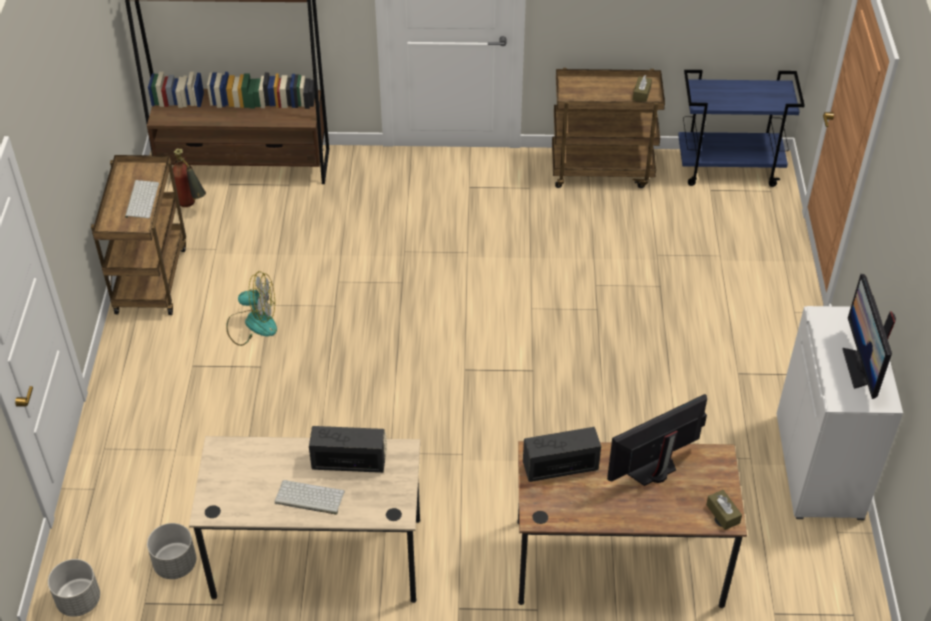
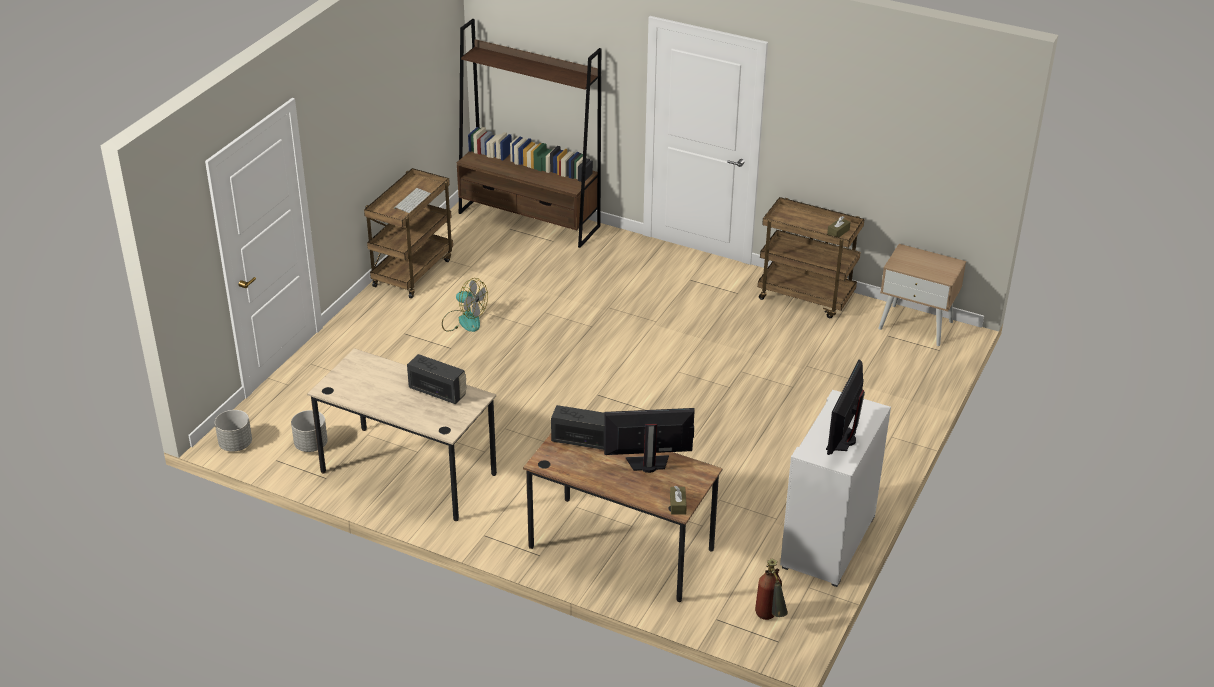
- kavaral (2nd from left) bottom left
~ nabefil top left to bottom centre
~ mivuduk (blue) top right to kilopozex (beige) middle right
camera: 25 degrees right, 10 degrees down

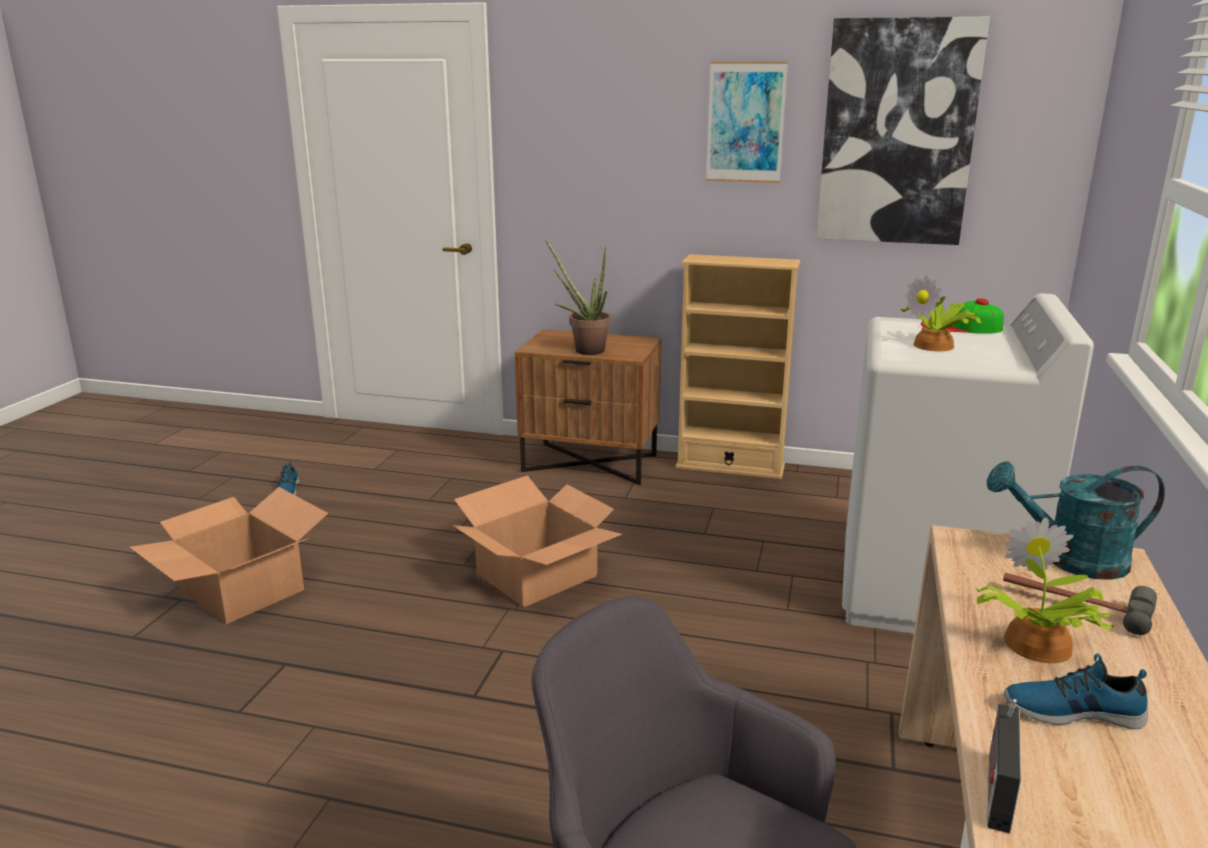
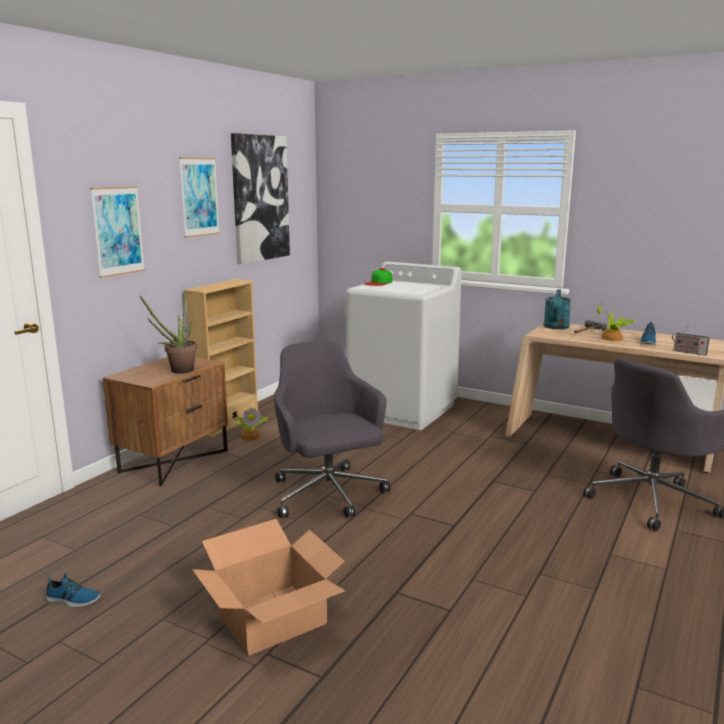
+ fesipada (1st from left) top left
~ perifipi (2nd from left) middle right to centre
~ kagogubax (2nd from left) centre to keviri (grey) (1st from left) centre
camera: 75 degrees left, 5 degrees down

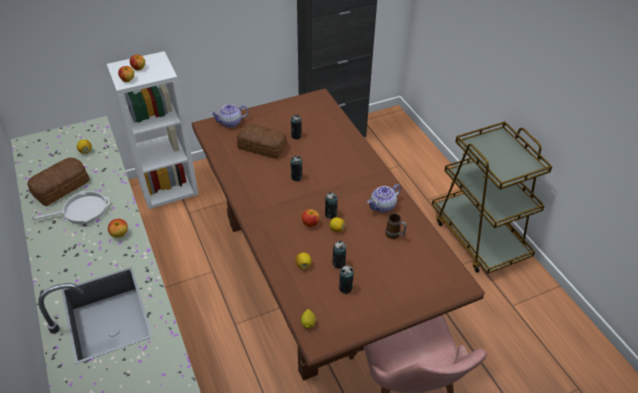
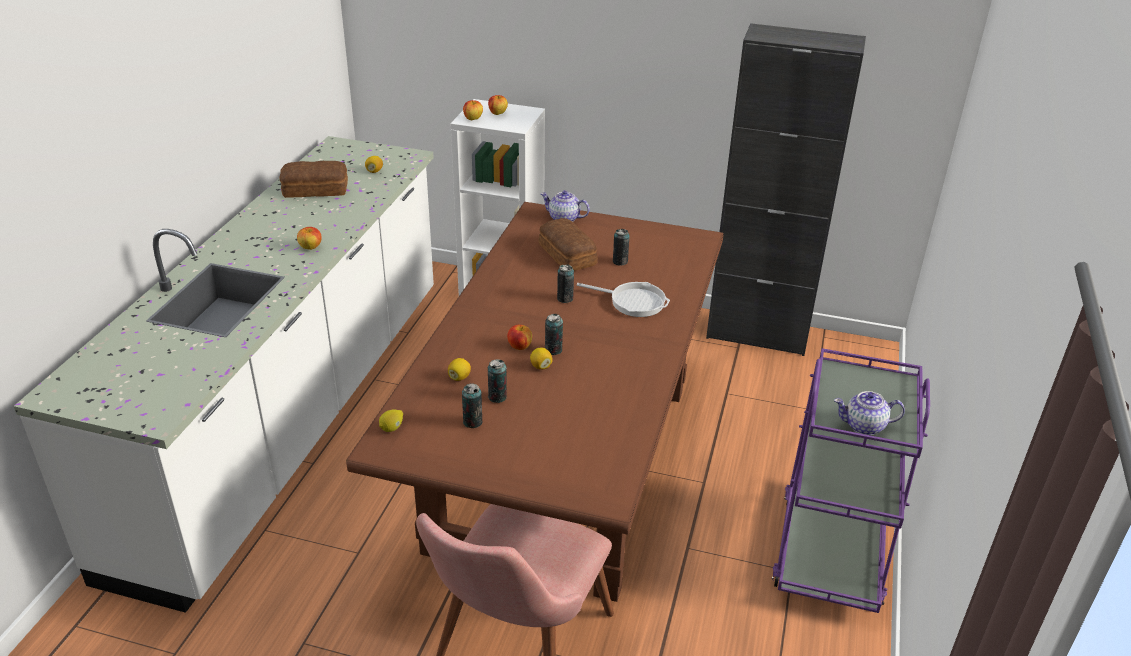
- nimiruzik centre
~ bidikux middle left to centre
~ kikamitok (2nd from left) centre to middle right
~ mivuduk (brown) middle right to mivuduk (purple) bottom right
camera: 40 degrees right, 10 degrees down

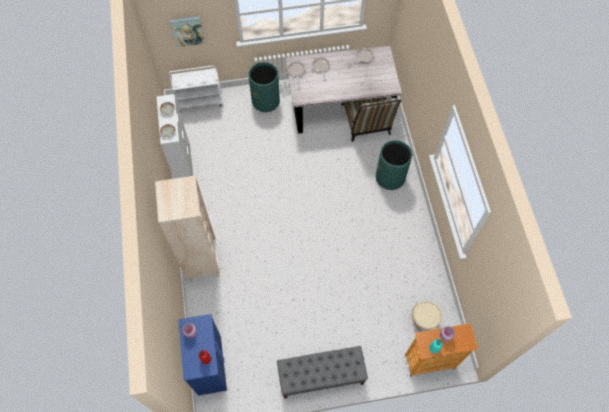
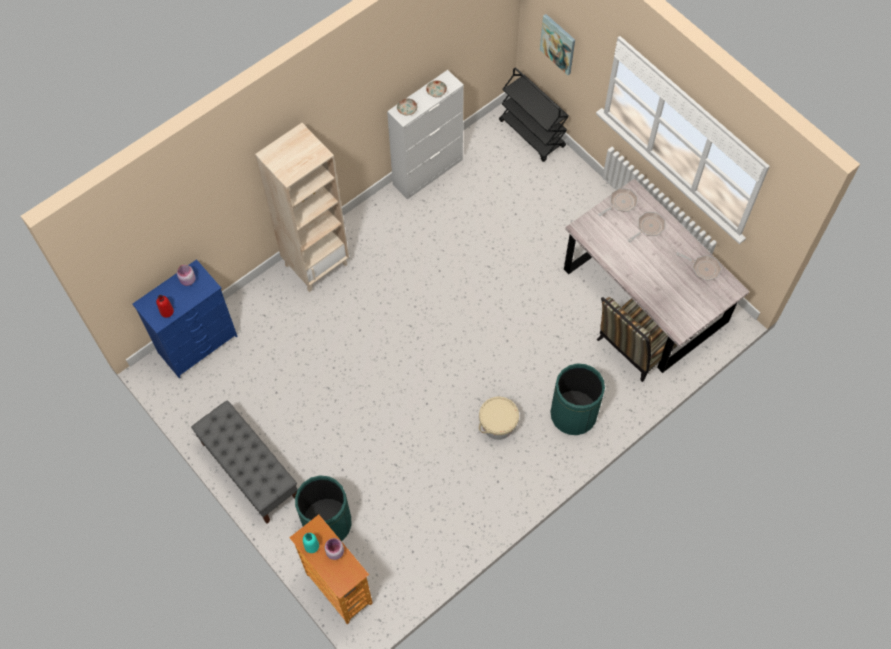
~ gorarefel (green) (1st from left) top centre to bottom centre
~ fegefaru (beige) bottom right to centre
~ mivuduk (white) top left to mivuduk (black) top centre
camera: 60 degrees right, 0 degrees up

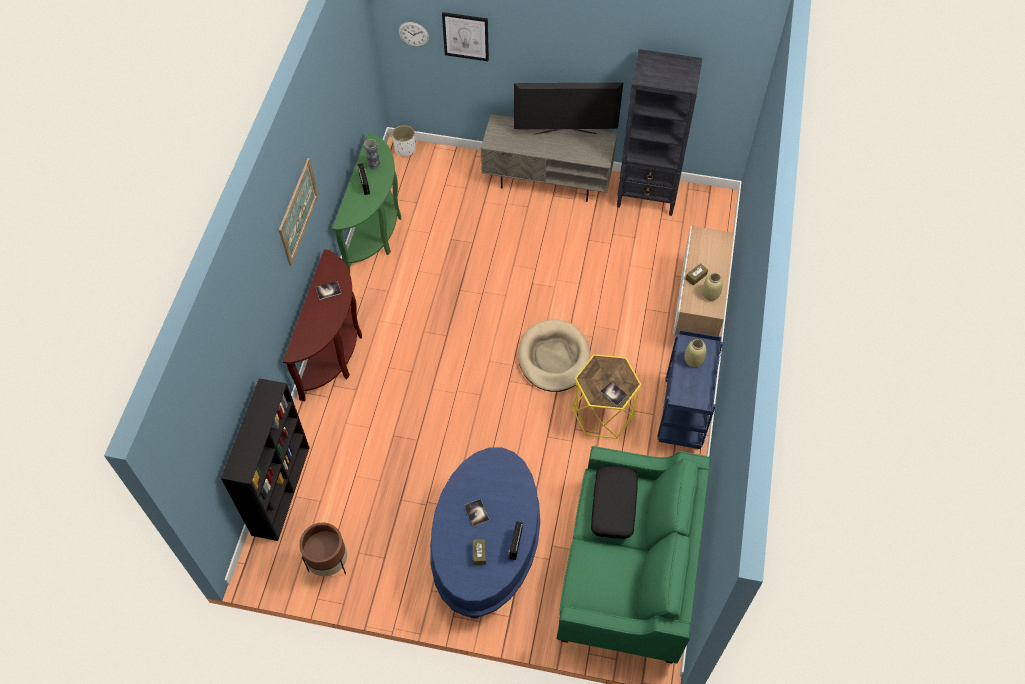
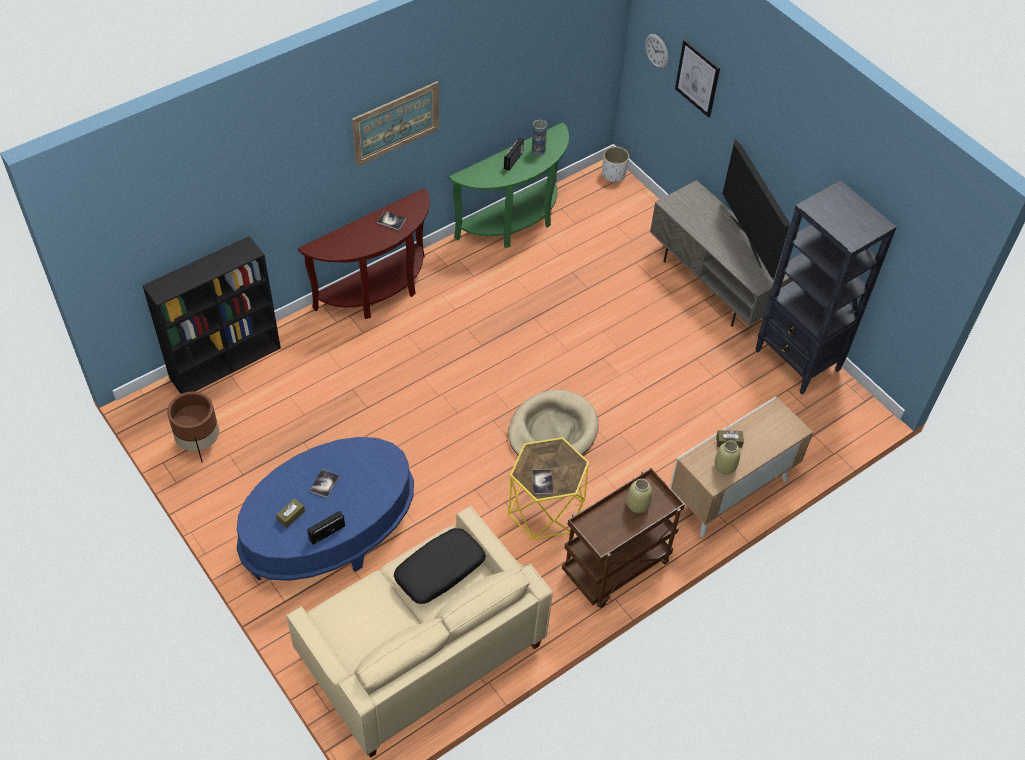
~ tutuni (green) bottom centre to tutuni (beige) bottom centre
~ mivuduk (blue) middle right to mivuduk (brown) bottom centre
~ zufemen top centre = top right 150 degrees counterclockwise
camera: 40 degrees right, 5 degrees down

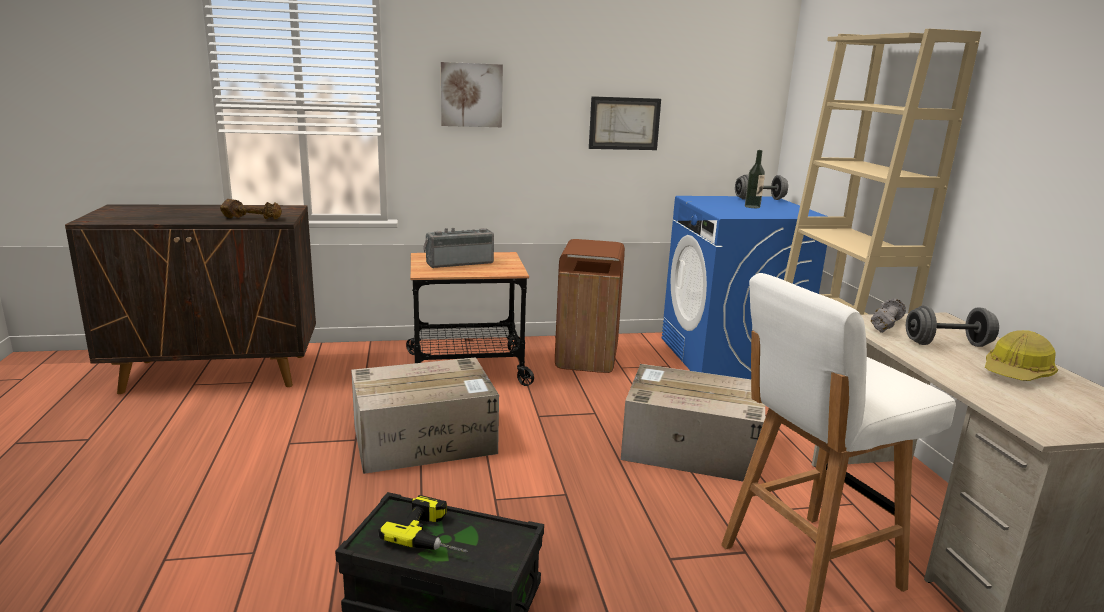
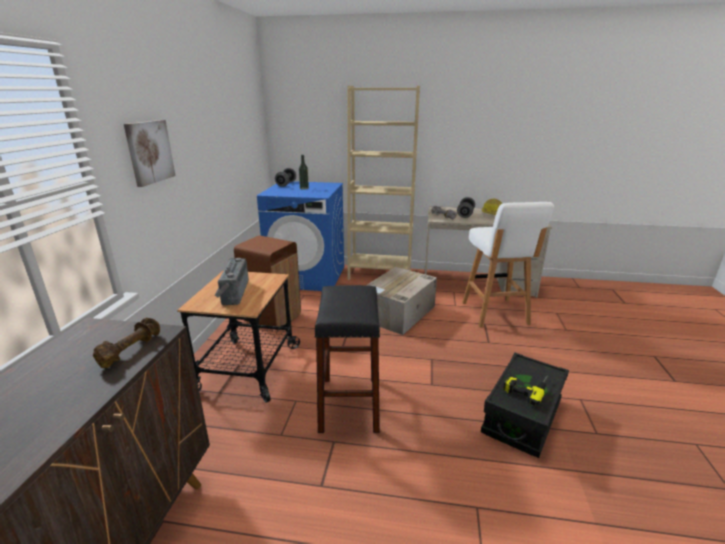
- fesipada (2nd from left) top centre
~ kagogubax (1st from left) bottom centre to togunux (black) centre
camera: 70 degrees left, 5 degrees up

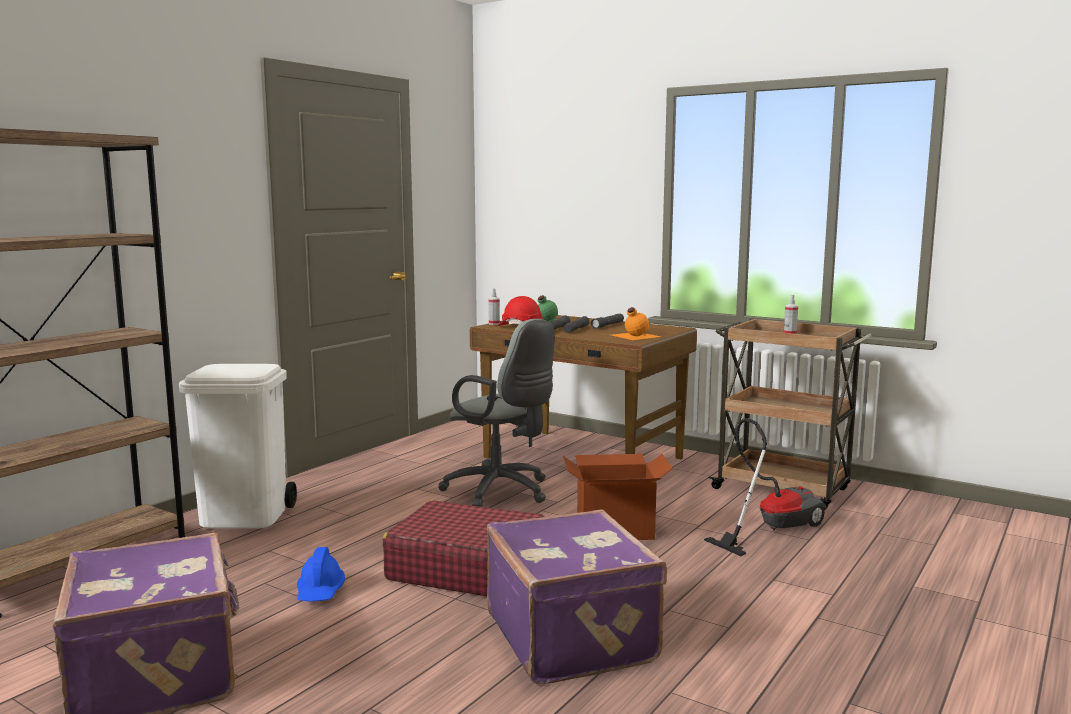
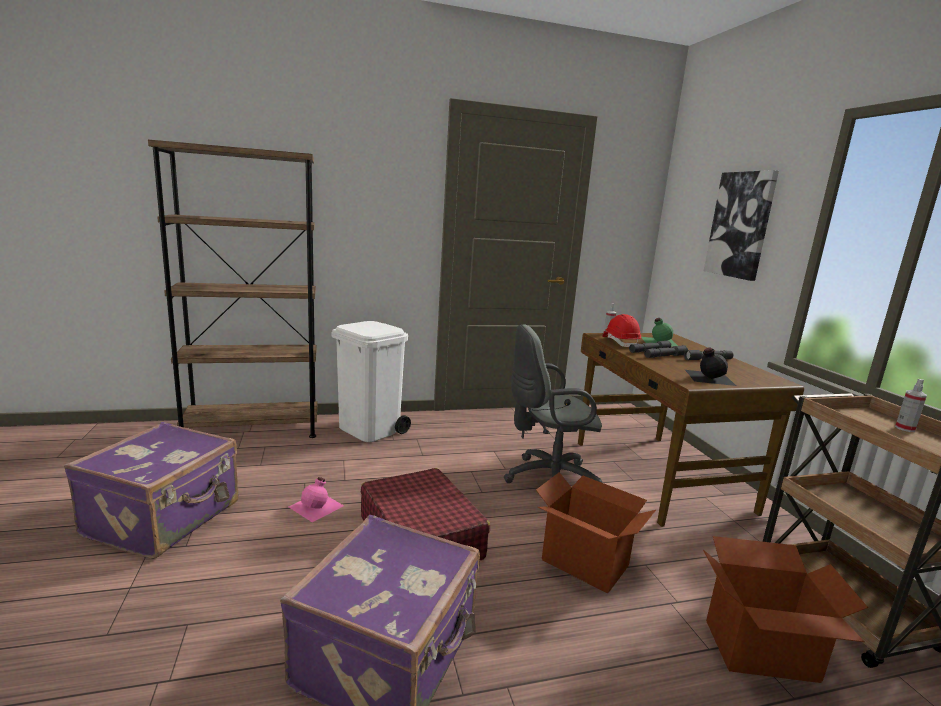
+ fesipada top right
~ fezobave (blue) bottom left to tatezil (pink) bottom centre
~ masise bottom right to kagogubax (2nd from left) bottom right
~ tatezil (orange) centre to tatezil (black) middle right
~ keviri (grey) centre = centre 90 degrees clockwise
camera: 40 degrees right, 5 degrees up

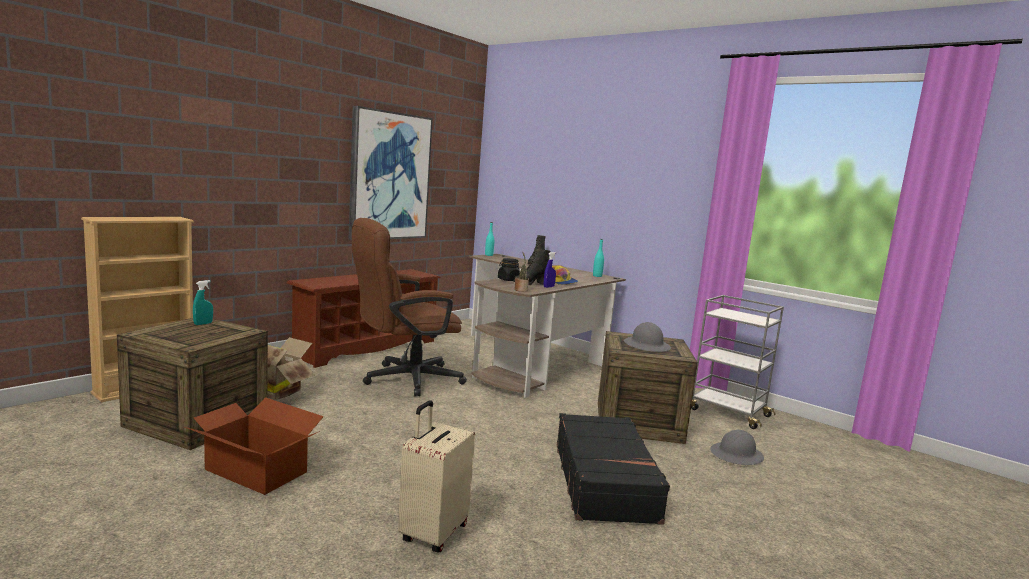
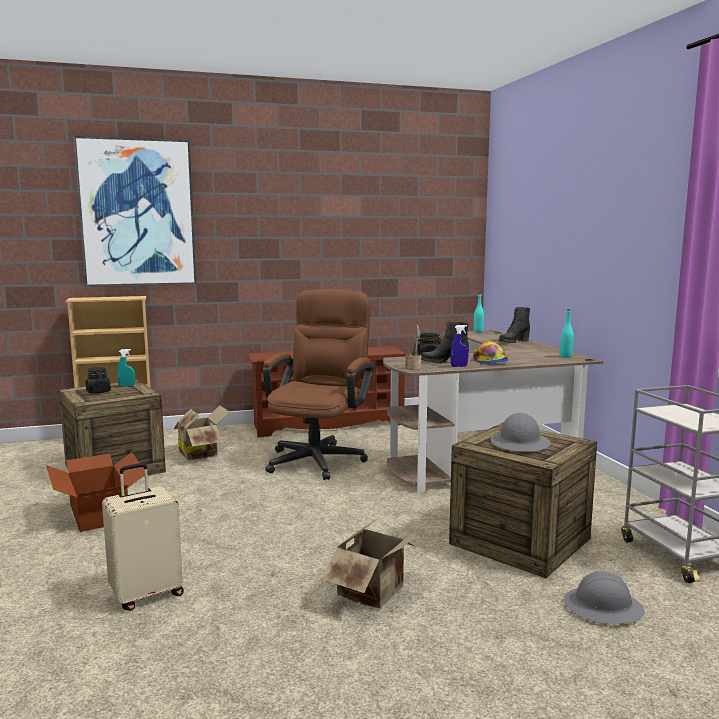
+ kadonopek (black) (1st from left) middle left
~ fesipada top centre to top left
~ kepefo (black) bottom centre to kagogubax (3rd from left) bottom centre
~ keviri (brown) centre = centre 105 degrees clockwise
camera: 35 degrees right, 0 degrees up

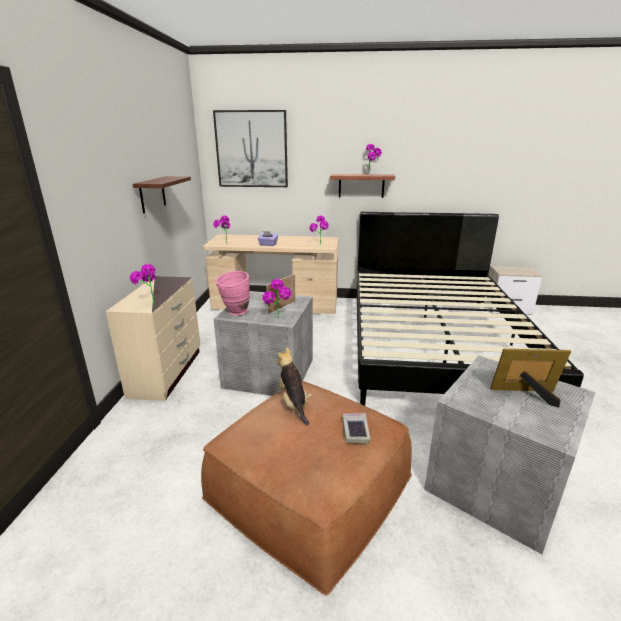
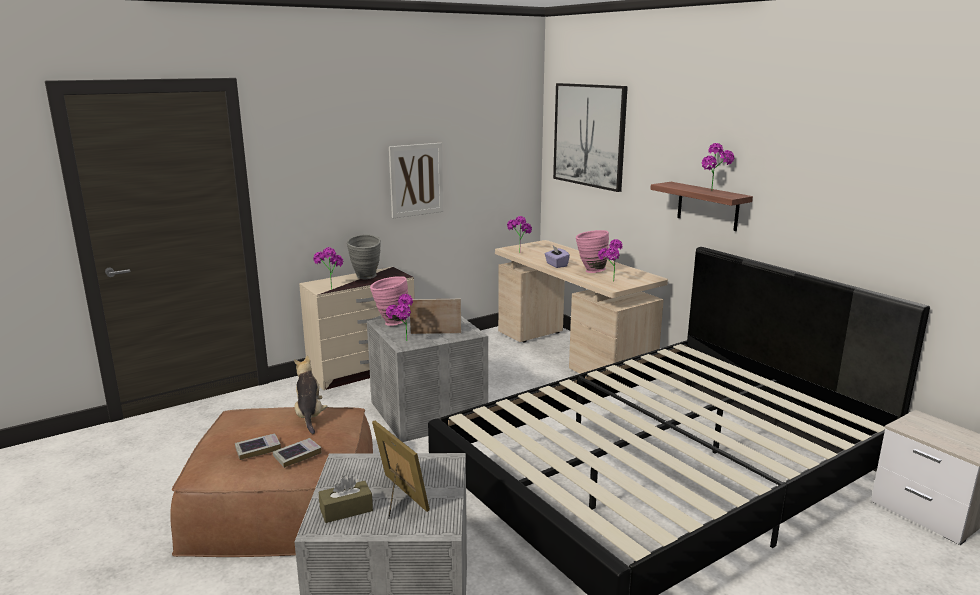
+ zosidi (1st from left) bottom left
+ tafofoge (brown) bottom centre
+ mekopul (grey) centre
+ mekopul (pink) (2nd from left) centre
~ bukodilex (1st from left) top left to fesipada (1st from left) top centre
~ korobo centre = middle left 45 degrees counterclockwise
camera: 50 degrees right, 5 degrees down

